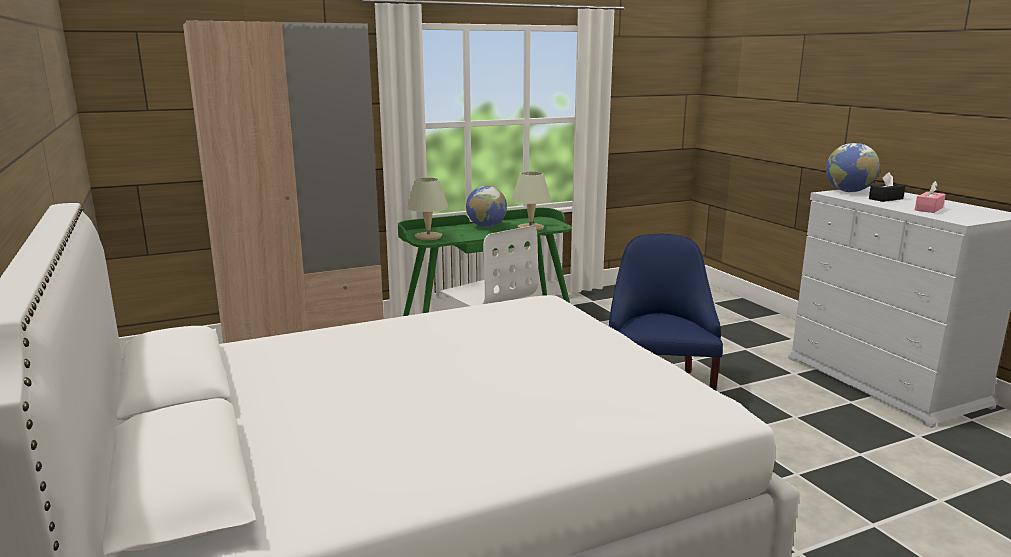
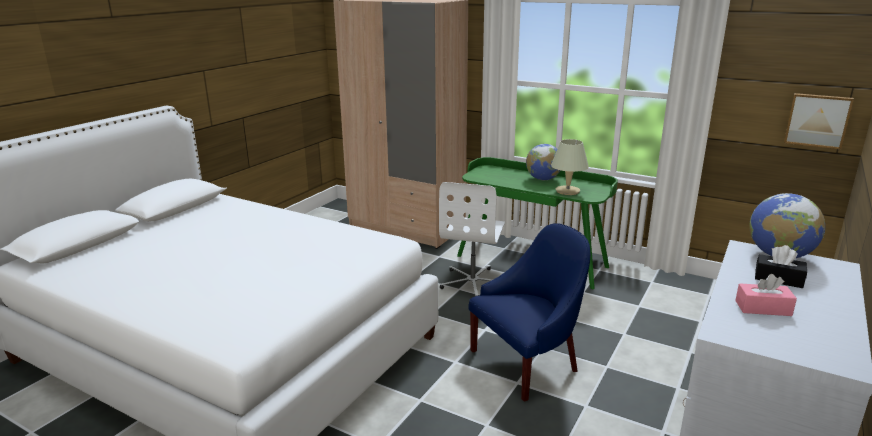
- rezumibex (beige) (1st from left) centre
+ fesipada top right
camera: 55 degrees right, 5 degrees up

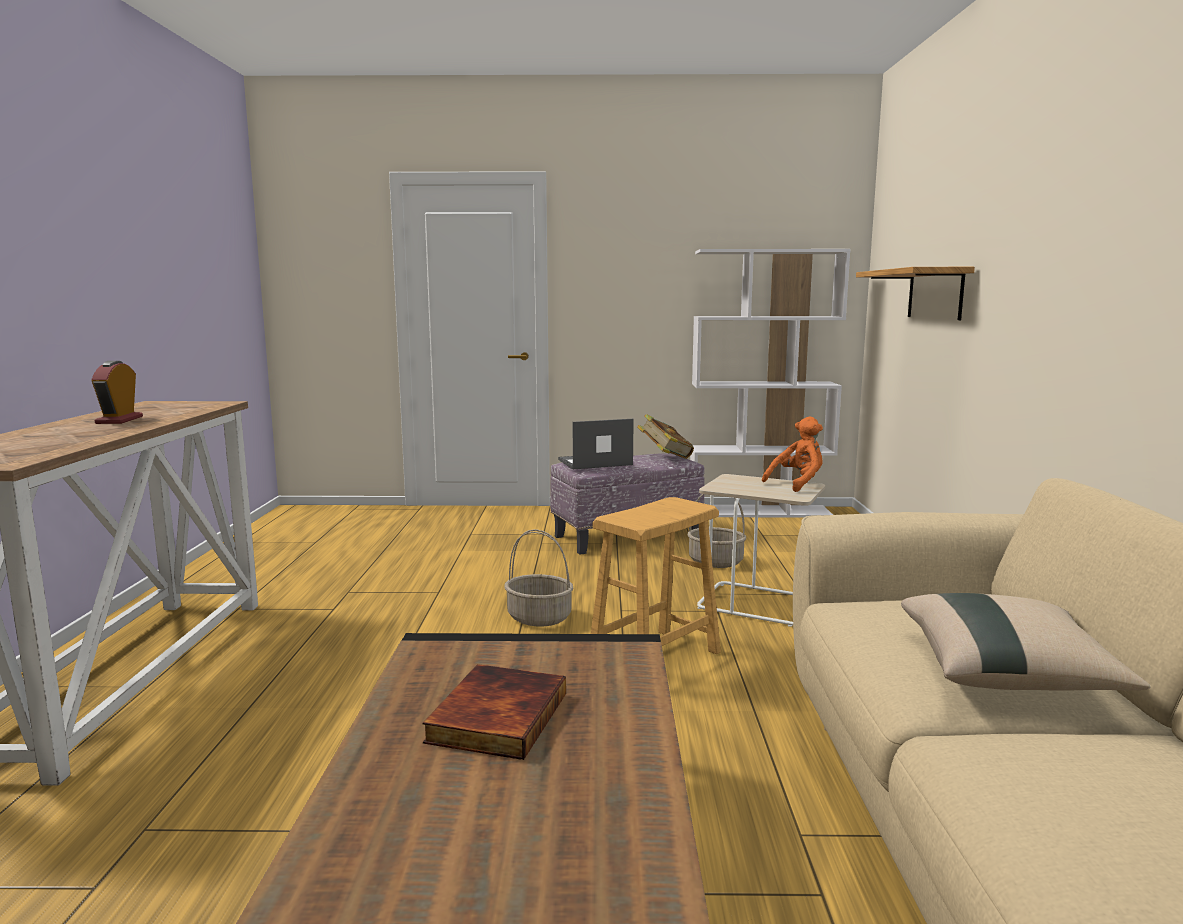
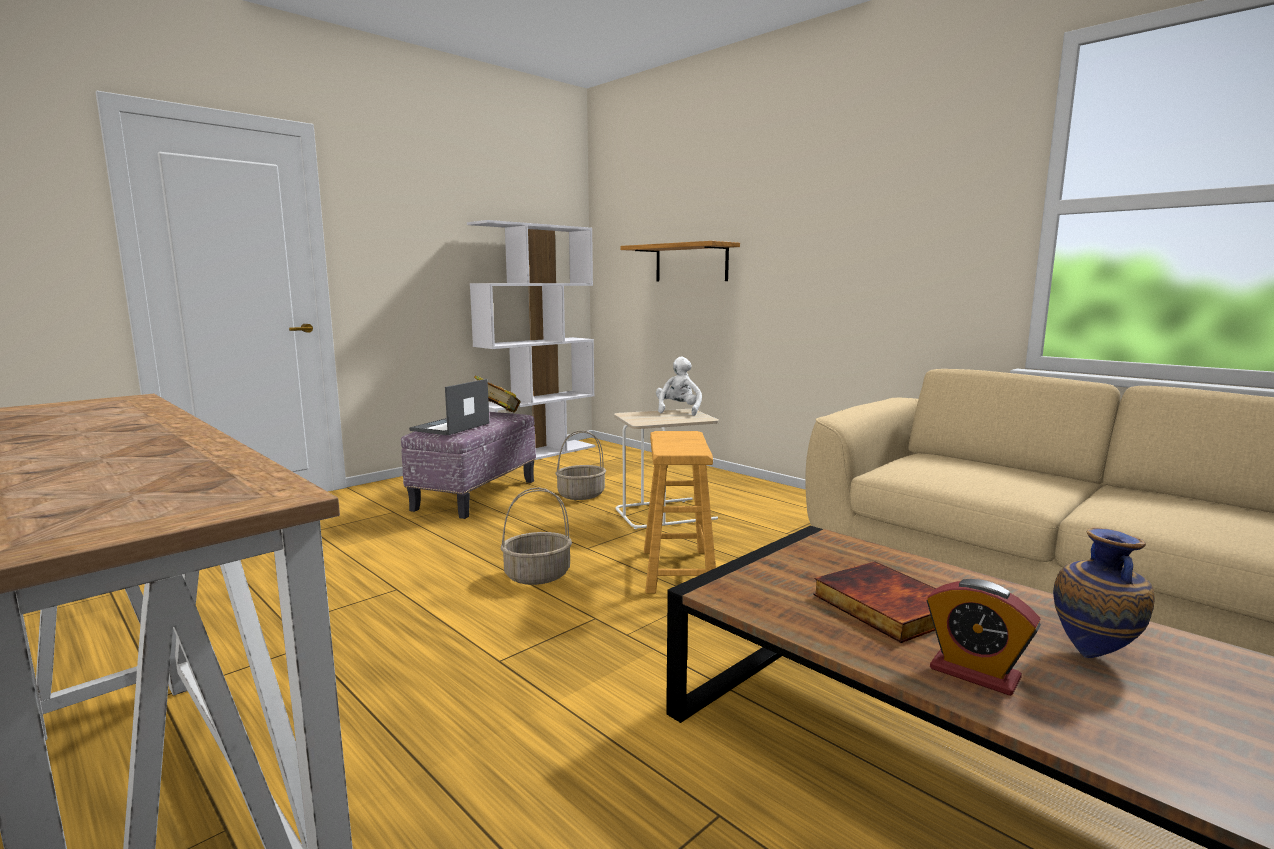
- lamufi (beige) bottom right
+ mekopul bottom right
~ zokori middle left to bottom right
~ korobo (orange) middle right to korobo (white) centre
camera: 45 degrees left, 0 degrees up

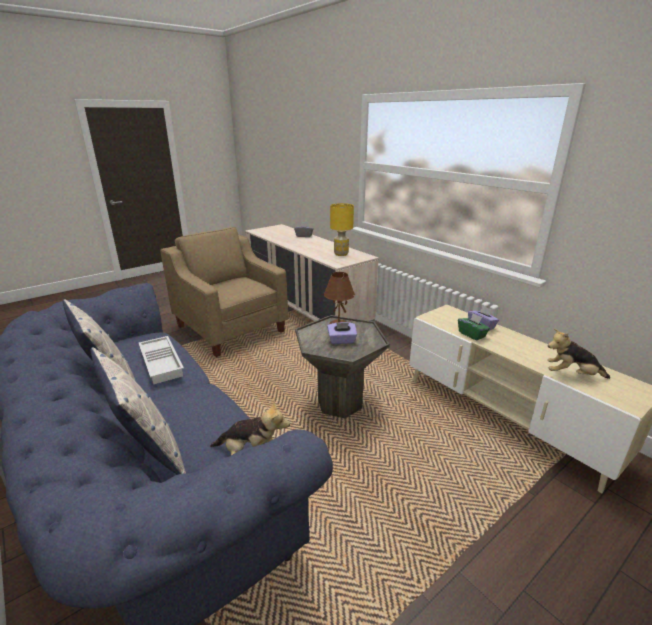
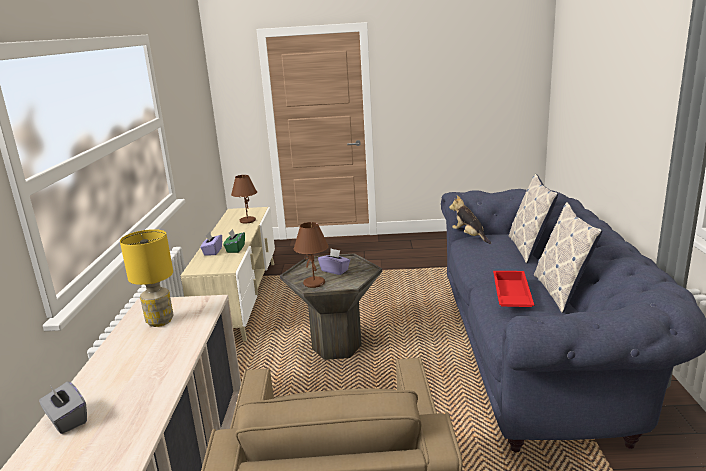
~ korobo (2nd from left) middle right to rezumibex (brown) (1st from left) centre
~ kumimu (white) middle left to kumimu (red) middle right
camera: 140 degrees left, 5 degrees down

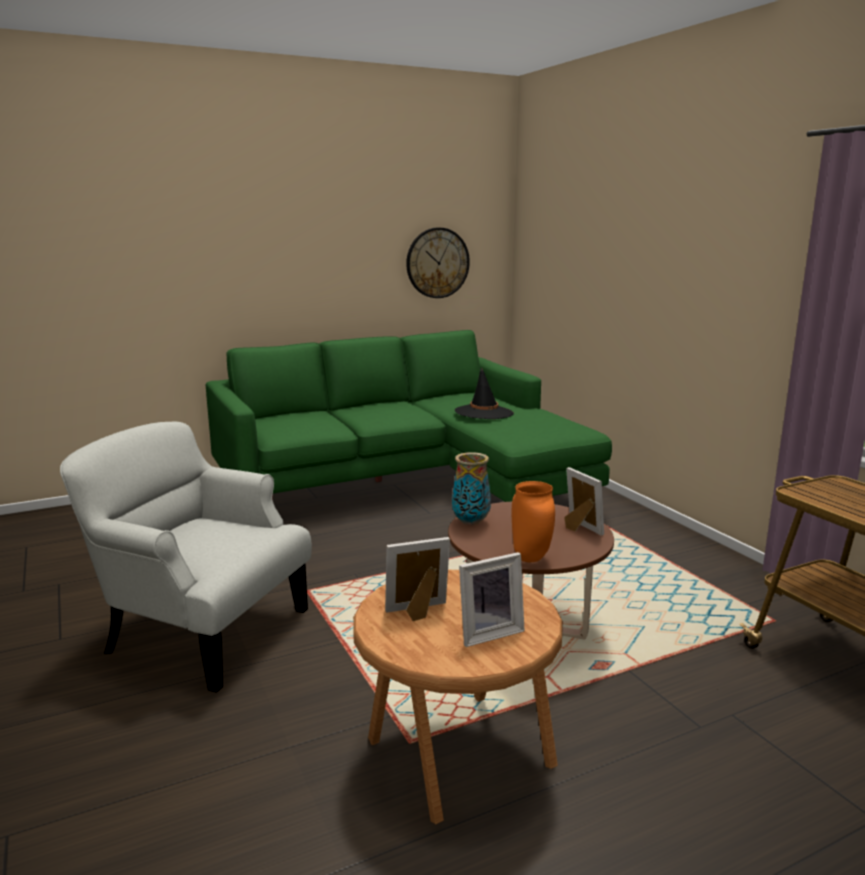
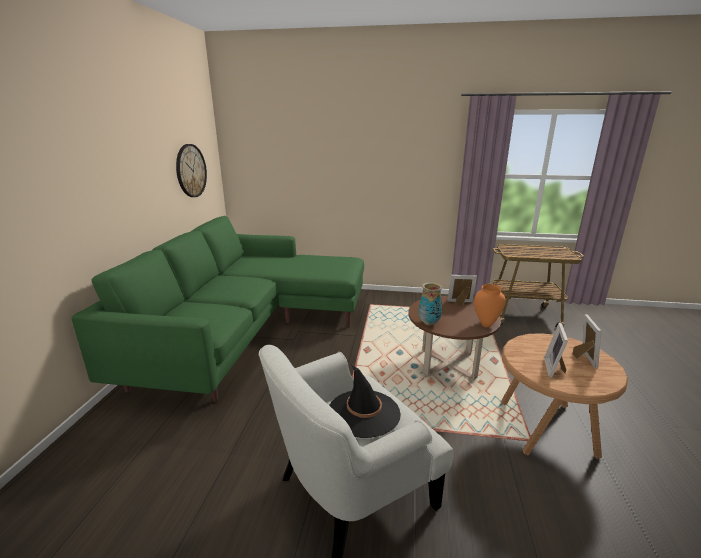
~ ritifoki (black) centre to bottom centre
camera: 55 degrees left, 5 degrees up

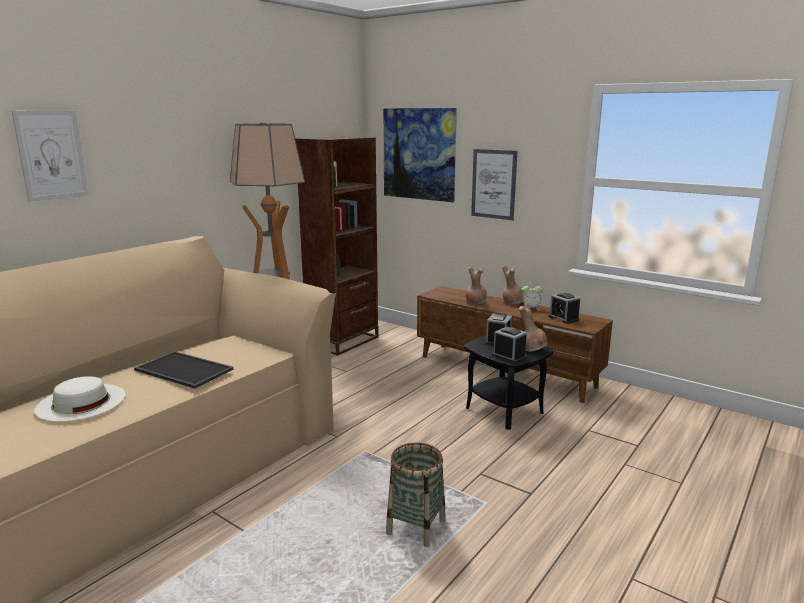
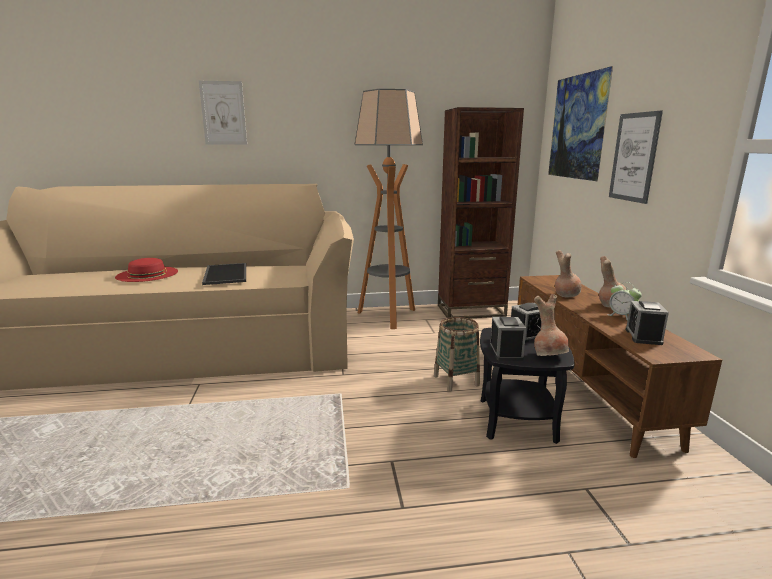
~ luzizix bottom centre to centre
~ ritifoki (white) middle left to ritifoki (red) middle left
camera: 45 degrees right, 0 degrees up

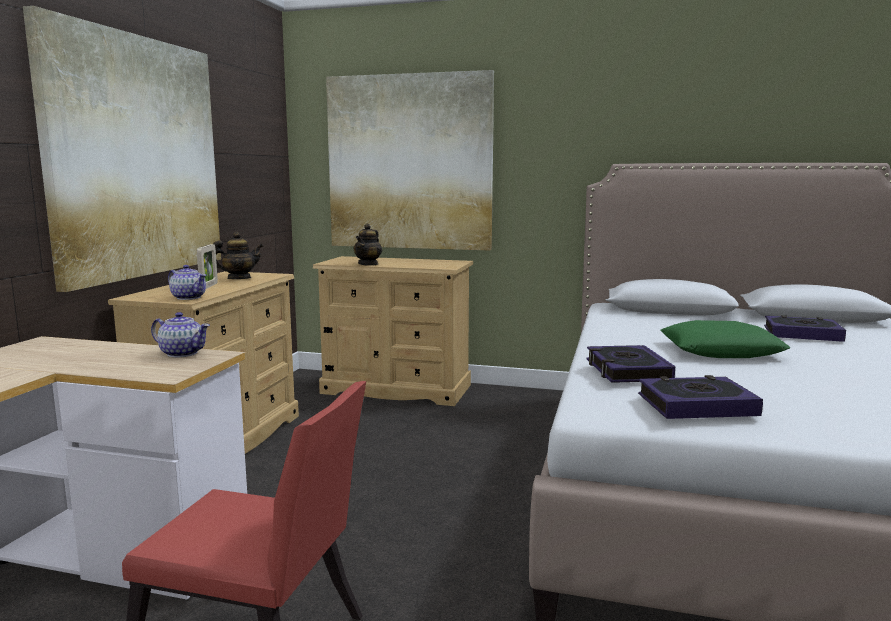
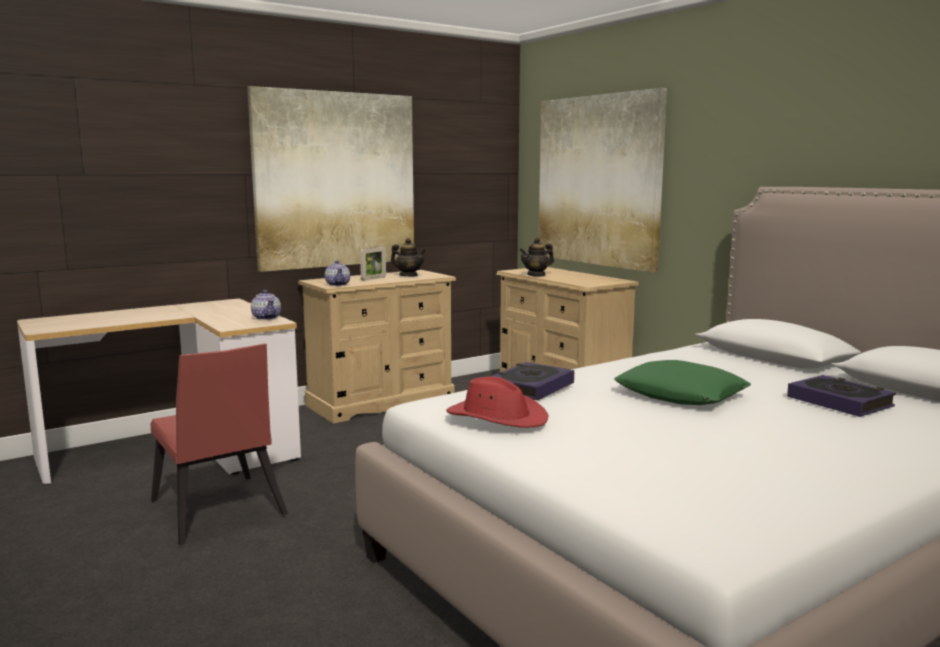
~ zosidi (2nd from left) middle right to ritifoki (red) centre
camera: 40 degrees right, 0 degrees up

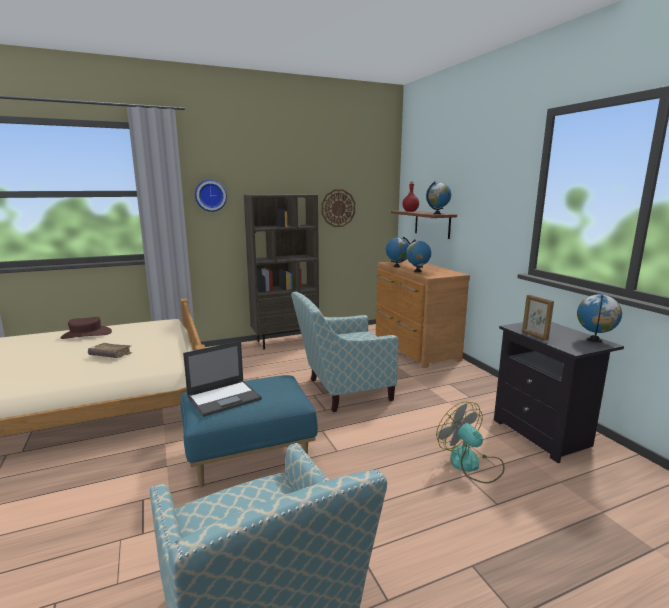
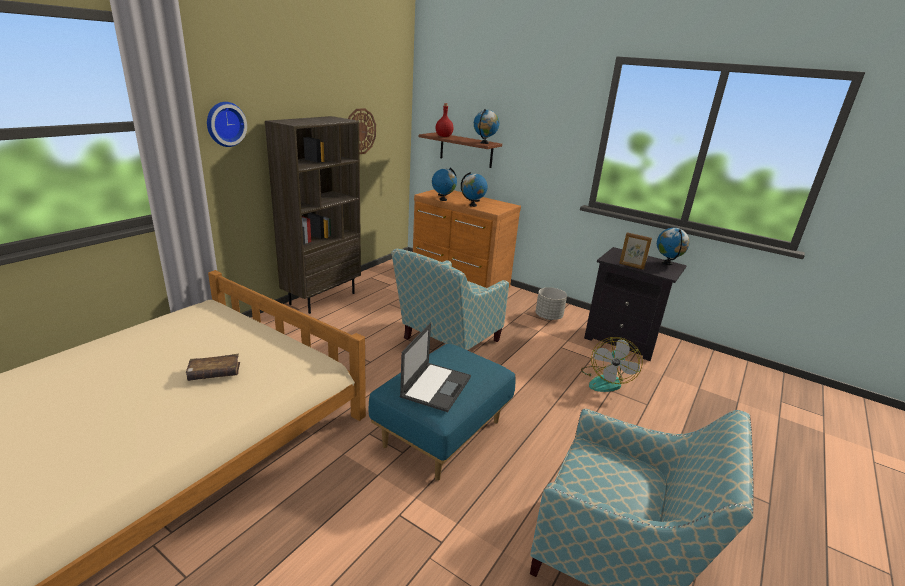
- ritifoki (brown) middle left
+ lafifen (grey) centre
~ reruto bottom right = middle right 90 degrees counterclockwise
camera: 35 degrees left, 10 degrees up

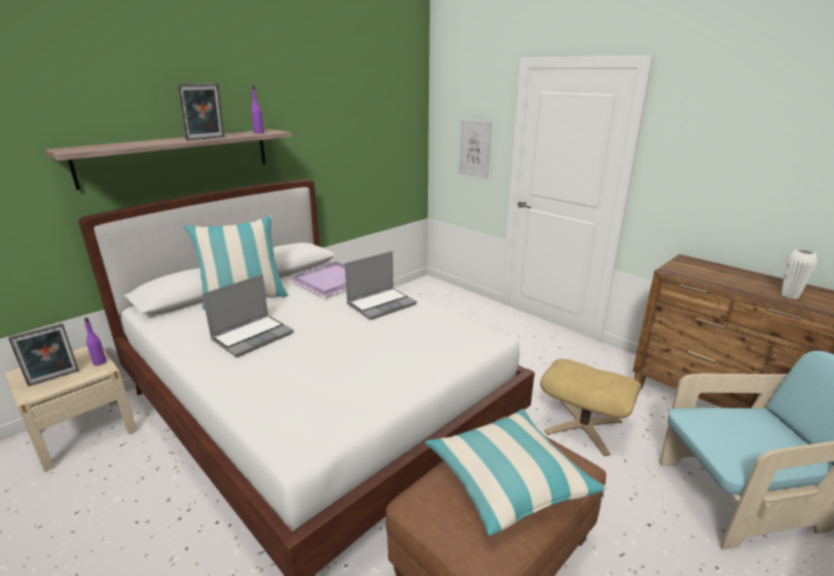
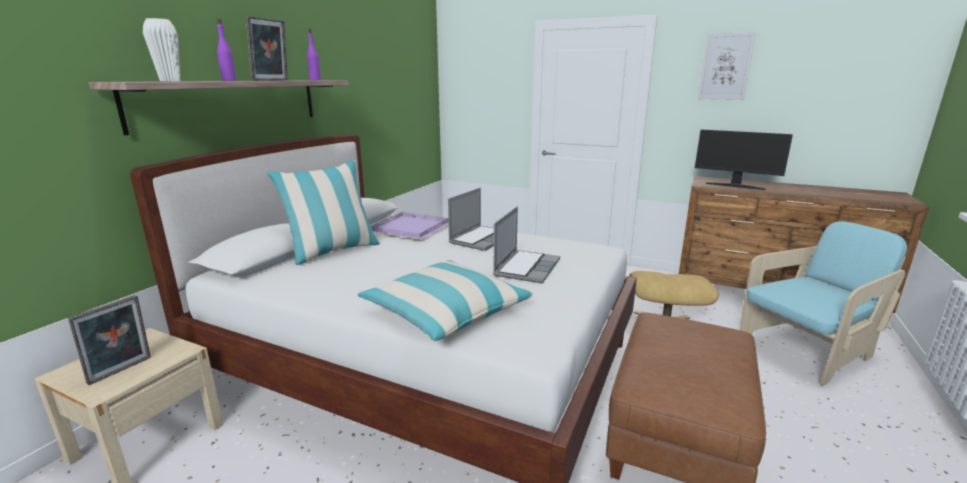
+ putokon top right
~ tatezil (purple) (1st from left) middle left to top left
~ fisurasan (1st from left in the first image) middle left to fisurasan (2nd from left) centre
~ lamufi (2nd from left) bottom centre to centre
~ fesipada top centre to top right
~ mekopul (white) middle right to top left
camera: 20 degrees left, 5 degrees down

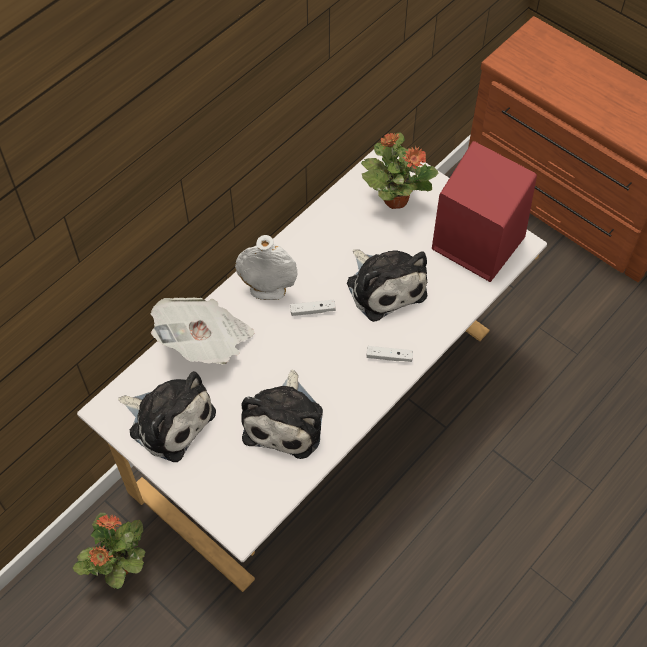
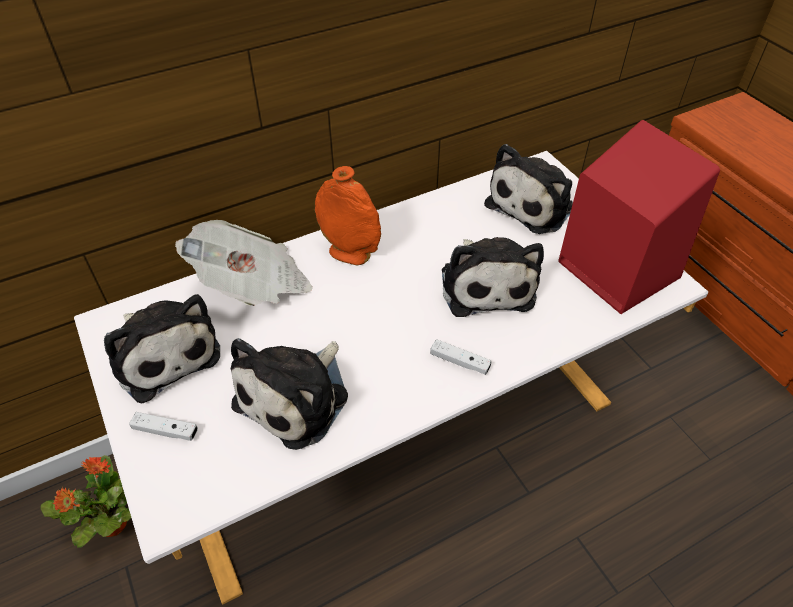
~ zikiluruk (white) (1st from left) centre to bottom left
~ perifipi (2nd from left) top centre to korobo (4th from left) top centre
~ mekopul (white) centre to mekopul (orange) centre
camera: 20 degrees right, 10 degrees down

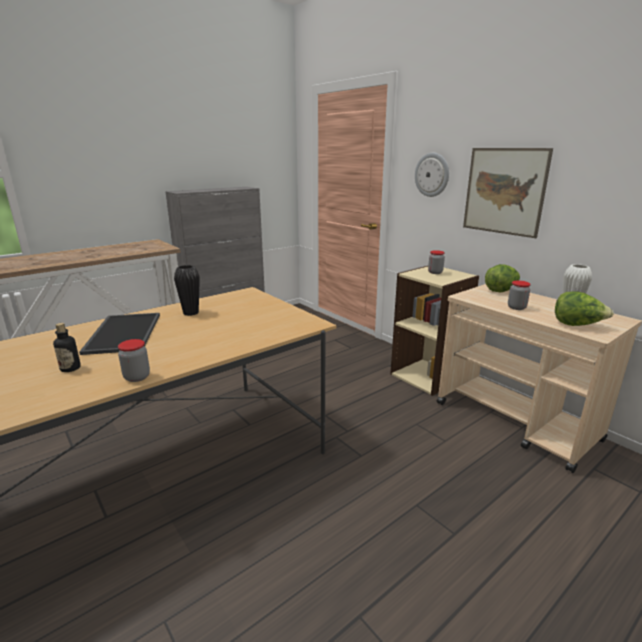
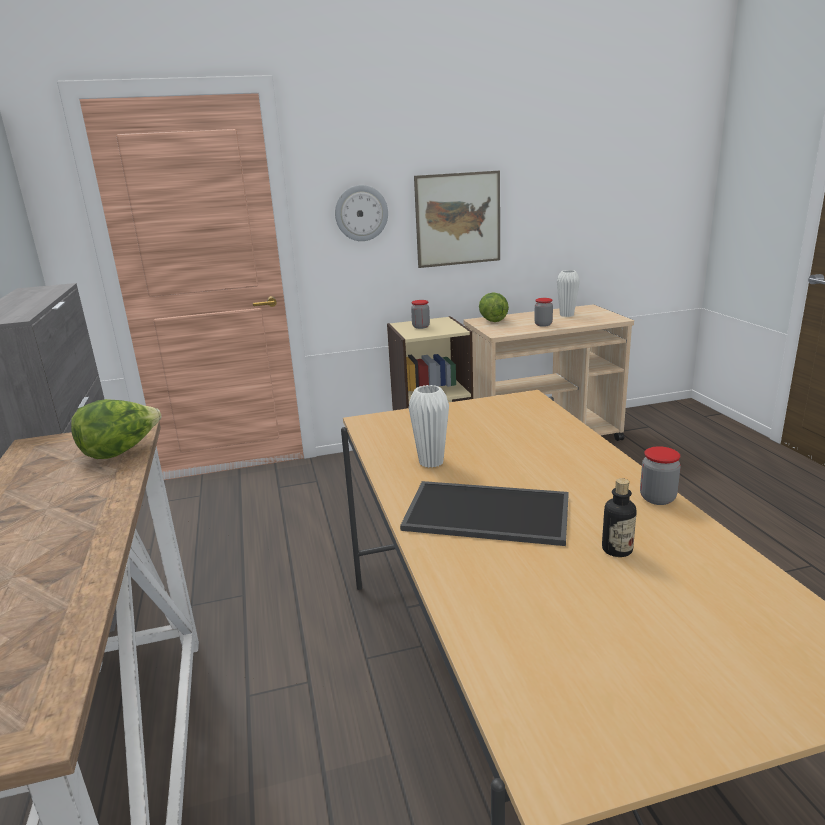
~ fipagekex (2nd from left in the first image) middle right to fipagekex (1st from left) middle left
~ mekopul (black) middle left to mekopul (white) (1st from left) centre
camera: 65 degrees left, 0 degrees up

